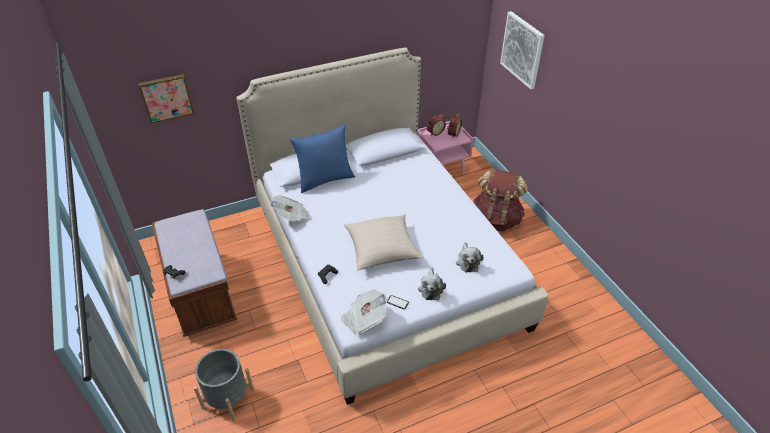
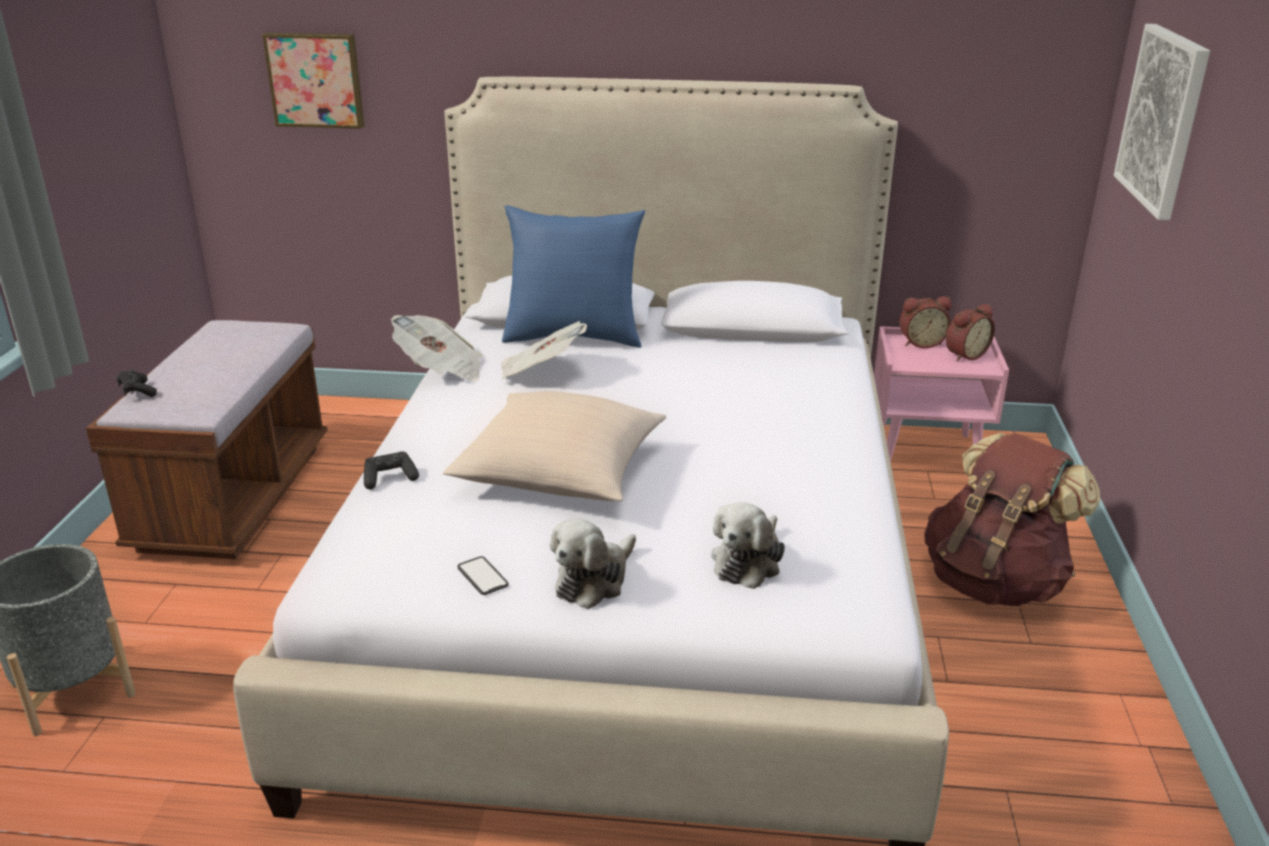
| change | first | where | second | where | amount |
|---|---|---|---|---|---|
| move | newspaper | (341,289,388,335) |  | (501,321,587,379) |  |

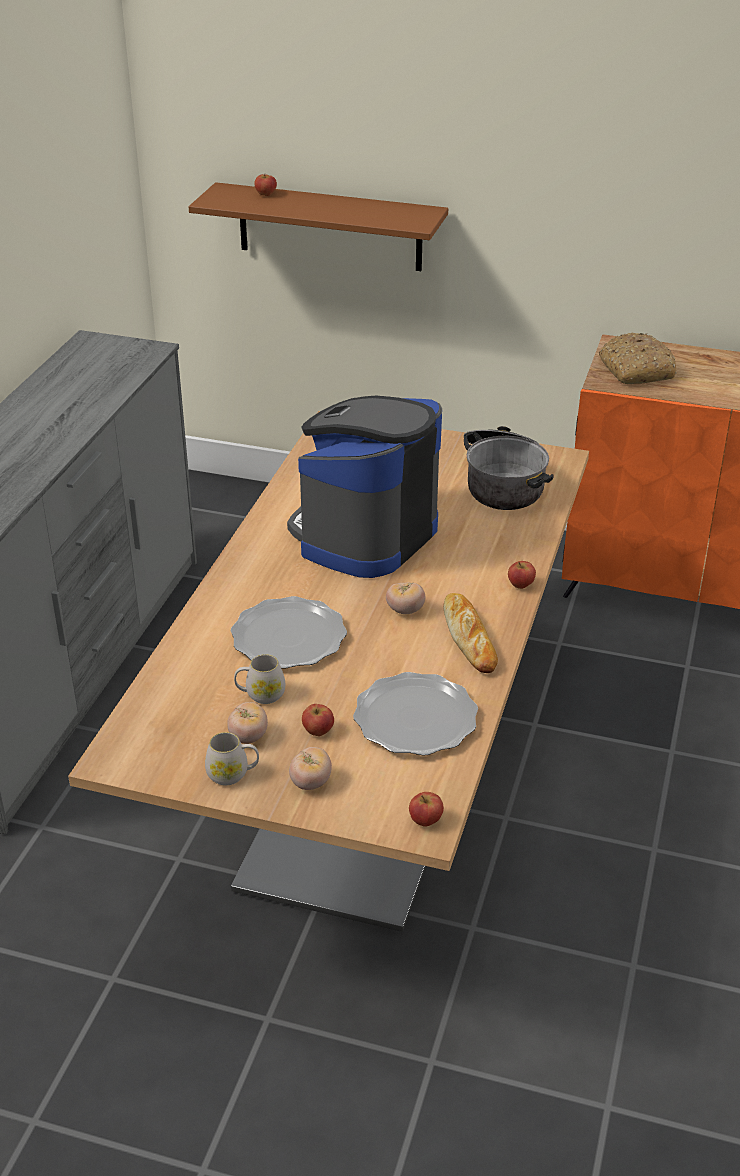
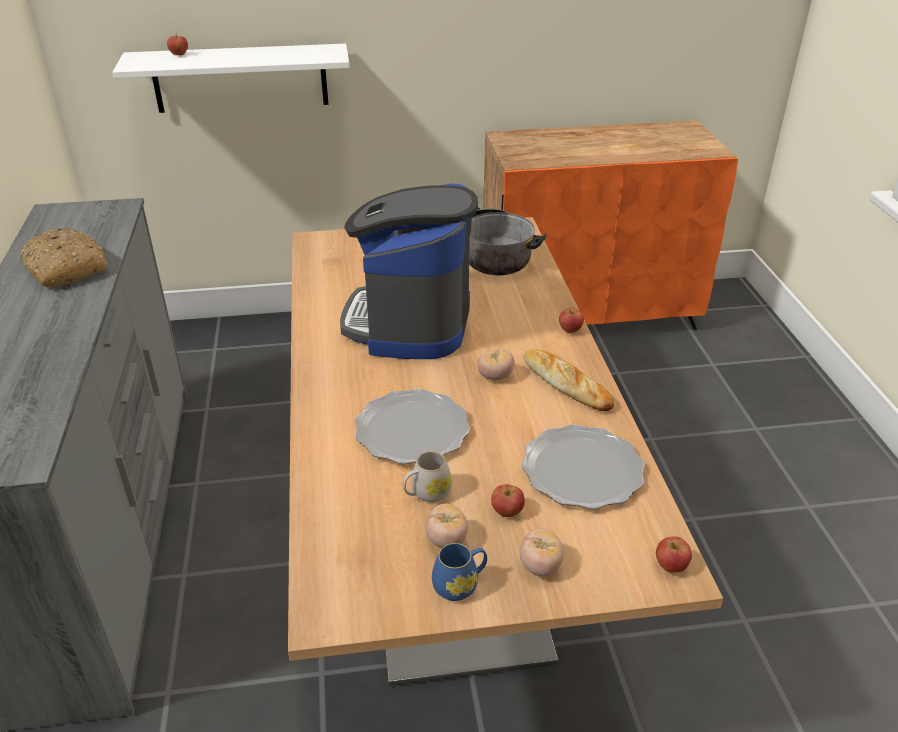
| change | first | where | second | where | amount |
|---|---|---|---|---|---|
| move | bakery_bread | (599,333,677,384) |  | (21,228,107,288) |  |
| recolor | brownish_bracket_shelf | (189,182,448,271) | white_bracket_shelf | (112,44,350,113) |  |
| recolor | white_coffee_mug | (205,732,259,785) | bluish_coffee_mug | (432,543,487,601) |  |

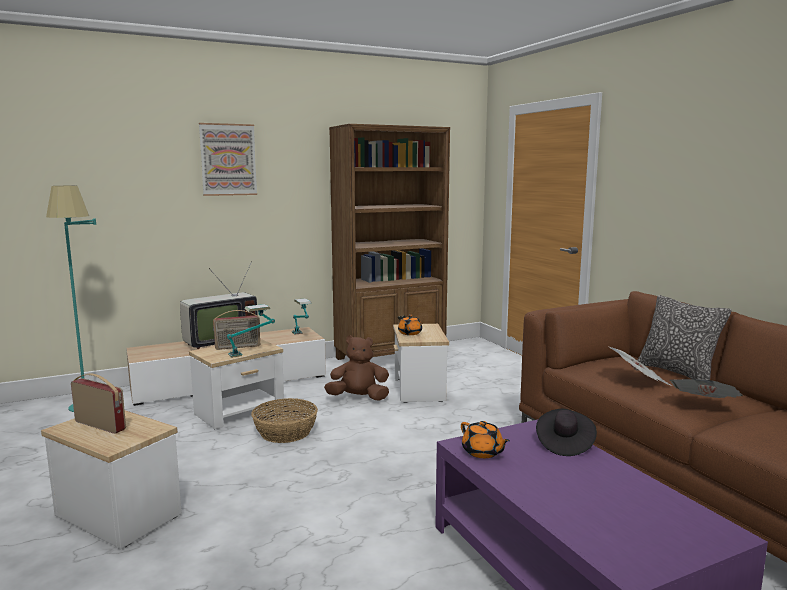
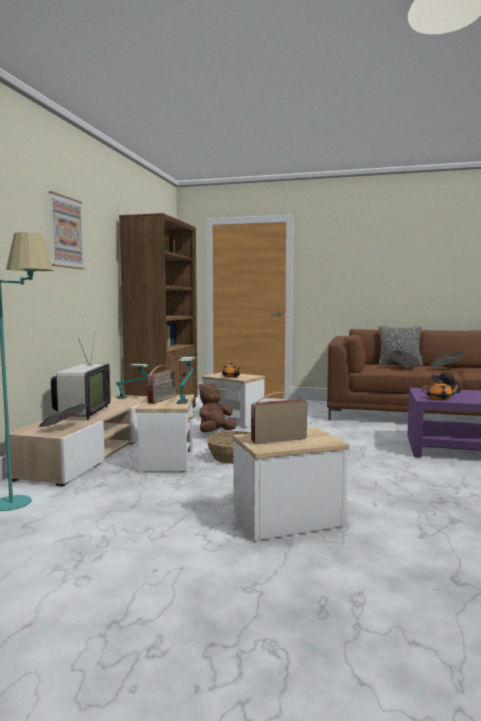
| change | first | where | second | where | amount |
|---|---|---|---|---|---|
| insert |  |  | newspaper | (38,403,87,428) |  |

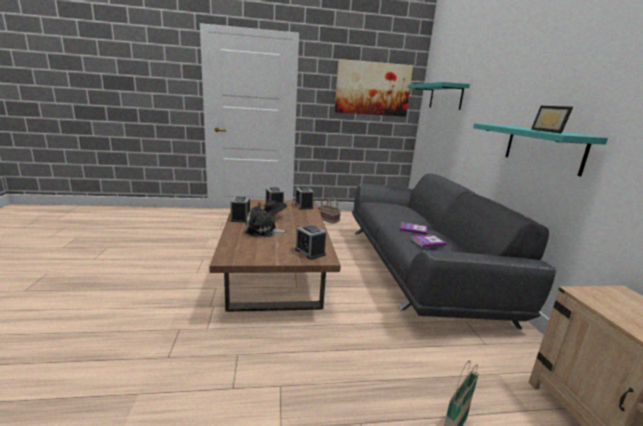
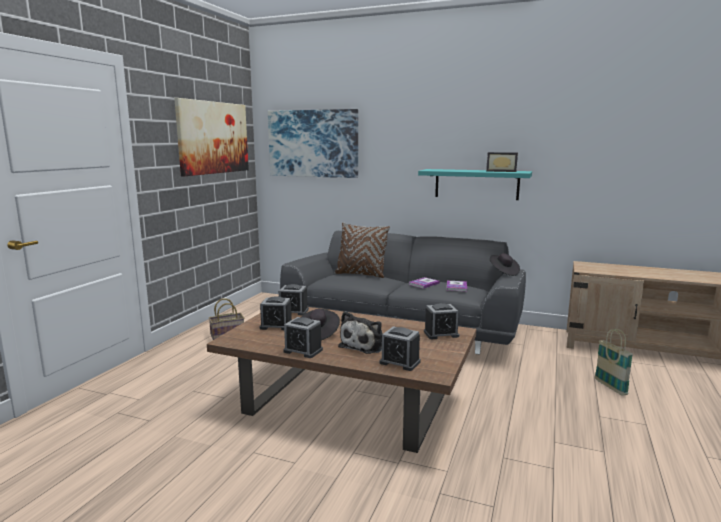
| change | first | where | second | where | amount |
|---|---|---|---|---|---|
| insert |  |  | brownish_pillow | (335,222,390,278) |  |
| insert |  |  | bedside_clock | (380,326,421,371) |  |
| insert |  |  | black-coloured_clothing_hat | (490,253,520,276) |  |
| replace | turquoise_bracket_shelf | (408,82,470,110) | wall_picture | (268,109,358,178) |  |

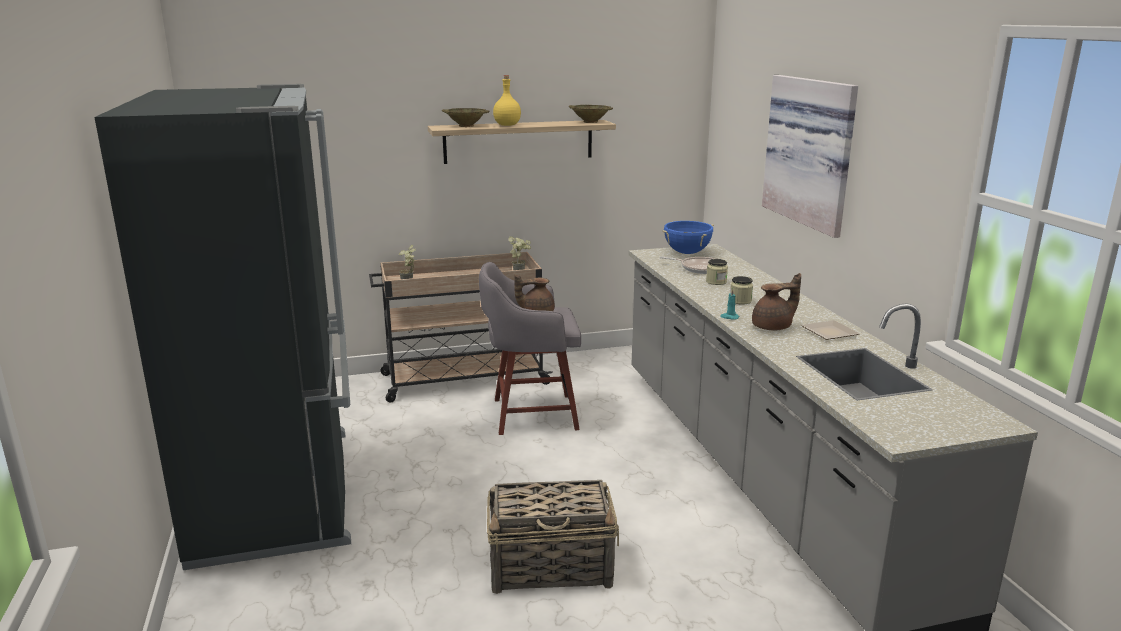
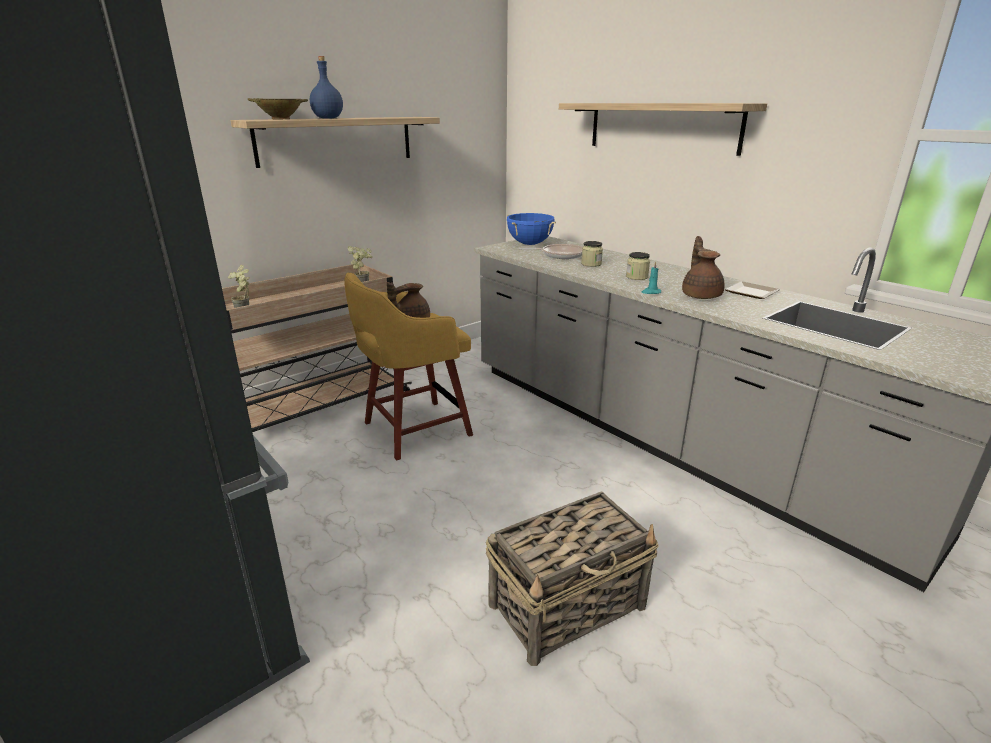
| change | first | where | second | where | amount |
|---|---|---|---|---|---|
| delete | beige_serving_bowl | (569,105,613,123) |  |  |  |
| replace | wall_picture | (762,75,858,238) | bracket_shelf | (559,103,767,156) |  |
| recolor | gray_stool_seat | (479,262,581,435) | yellow_stool_seat | (344,273,473,461) |  |
| recolor | yellow_drink_bottle | (493,75,521,126) | bluish_drink_bottle | (310,56,343,119) |  |
| rotate | brownish_teapot | (752,273,801,330) |  | (682,236,725,299) | 45 degrees counterclockwise |

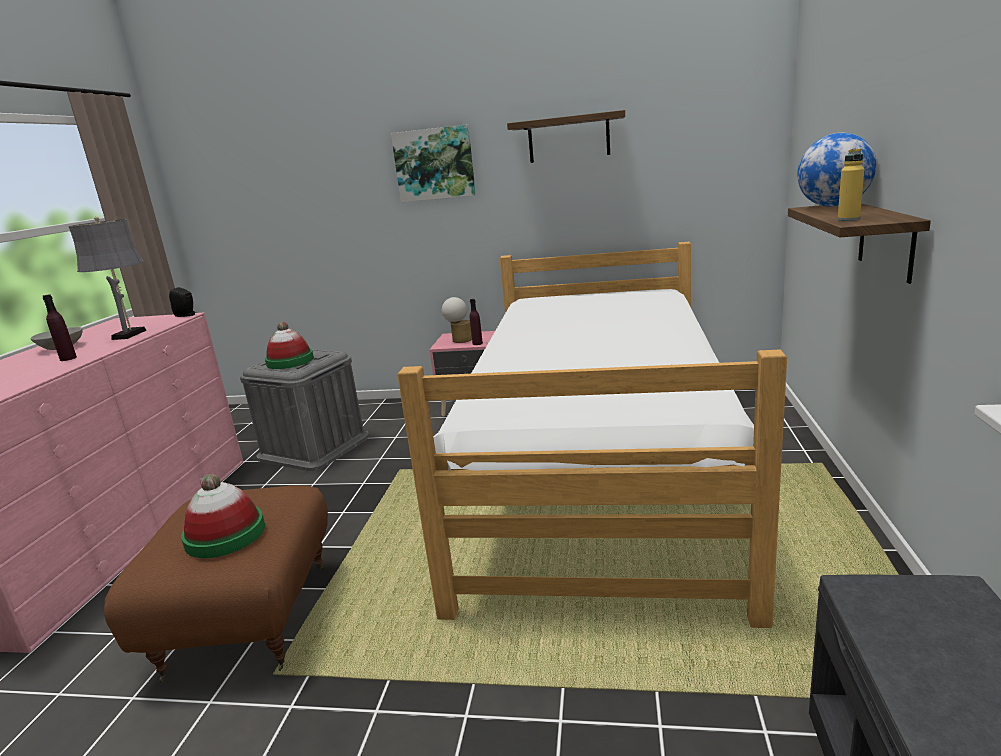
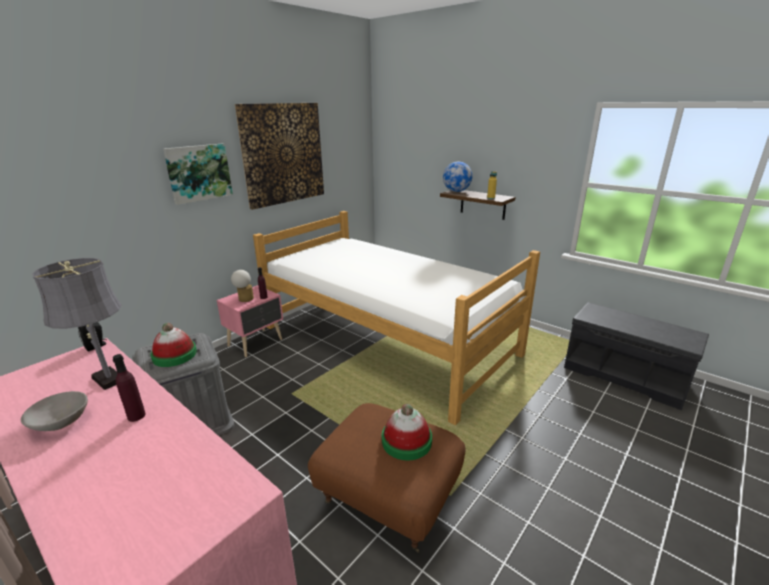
| change | first | where | second | where | amount |
|---|---|---|---|---|---|
| replace | bracket_shelf | (507,110,625,163) | wall_picture | (235,103,324,210) |  |

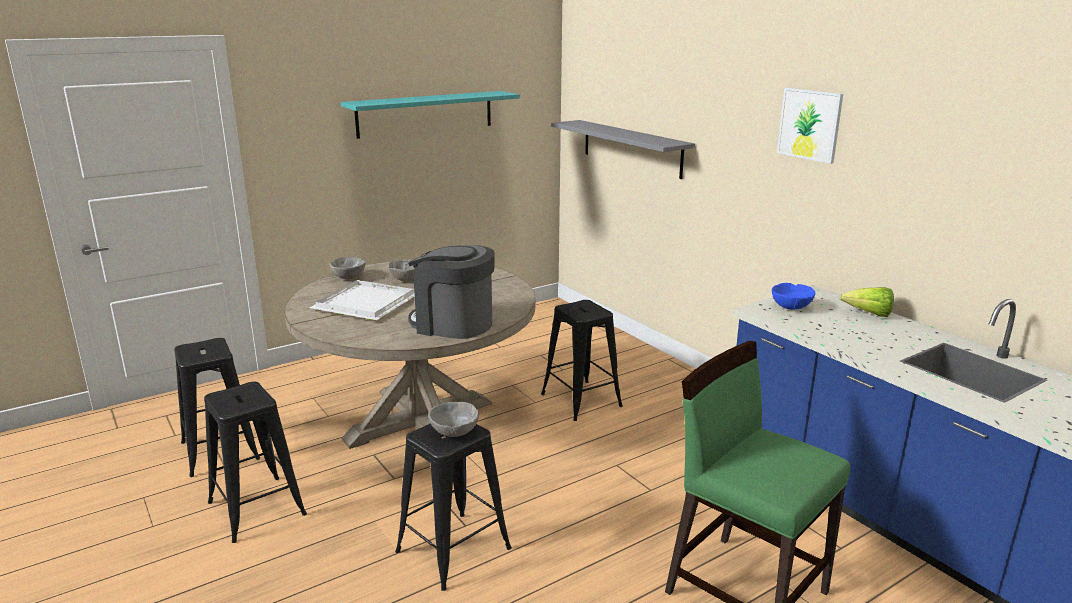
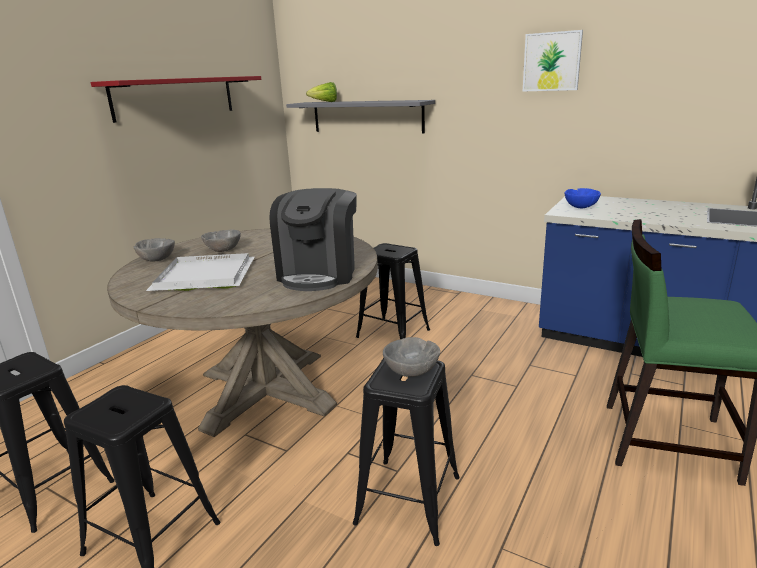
| change | first | where | second | where | amount |
|---|---|---|---|---|---|
| move | lettuce | (840,287,894,317) |  | (306,82,337,102) |  |
| recolor | turquoise_bracket_shelf | (340,91,520,139) | red-coloured_bracket_shelf | (91,76,261,123) |  |
| rotate | coffee_machine | (408,245,495,339) |  | (269,188,357,291) | 75 degrees counterclockwise |

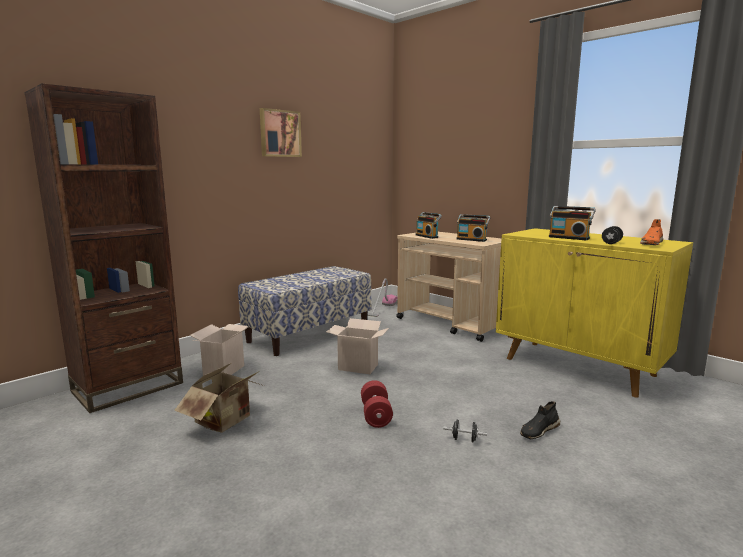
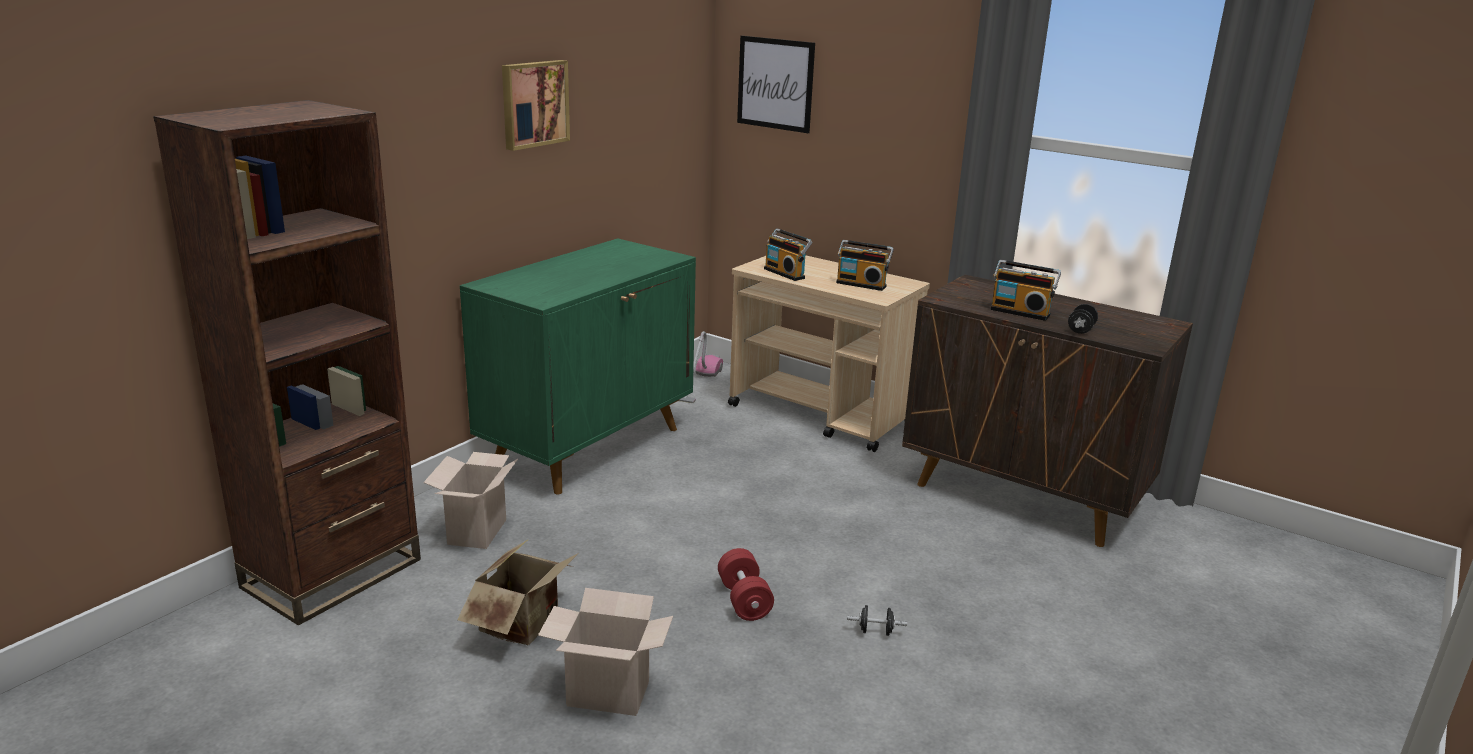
| change | first | where | second | where | amount |
|---|---|---|---|---|---|
| delete | black-coloured_shoe | (520,401,560,439) |  |  |  |
| delete | orange_shoe | (640,219,663,245) |  |  |  |
| insert |  |  | wall_picture | (737,36,815,133) |  |
| move | carton | (326,318,389,374) |  | (538,588,673,716) |  |
| replace | bench | (238,266,371,356) | greenish_cupboard | (460,238,696,494) |  |
| recolor | yellow_cupboard | (496,228,693,398) | brownish_cupboard | (902,275,1193,547) |  |

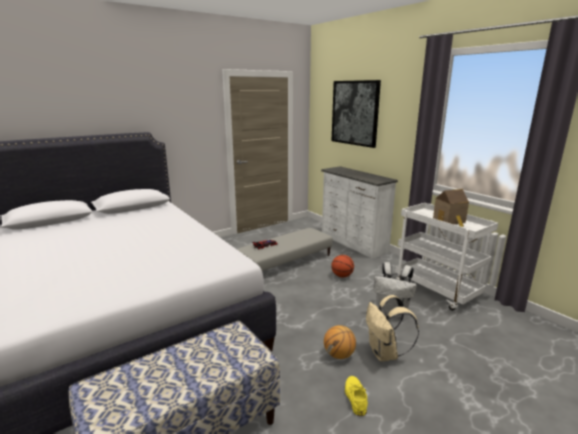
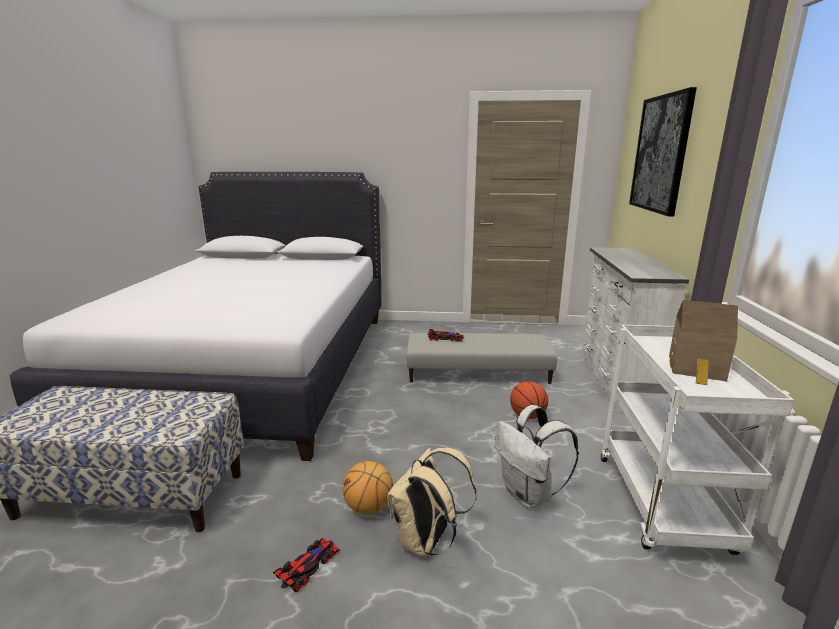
| change | first | where | second | where | amount |
|---|---|---|---|---|---|
| replace | yellow_shoe | (345,376,368,416) | miniature_car | (273,538,340,592) |  |

